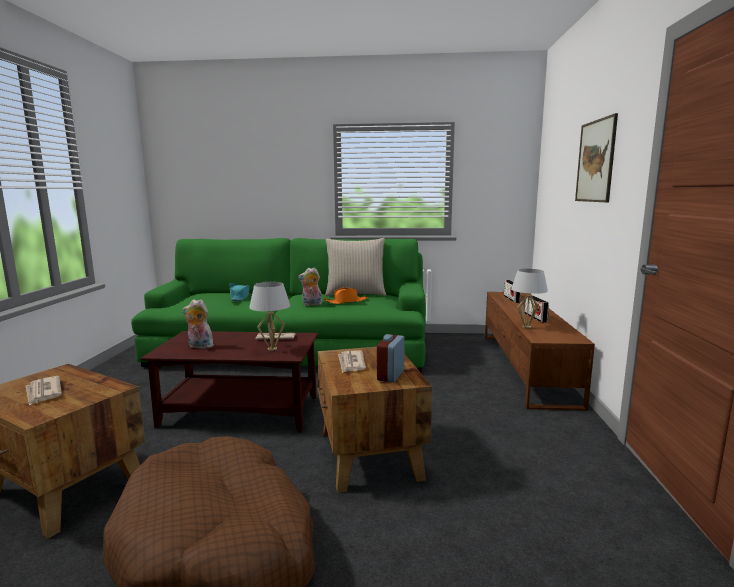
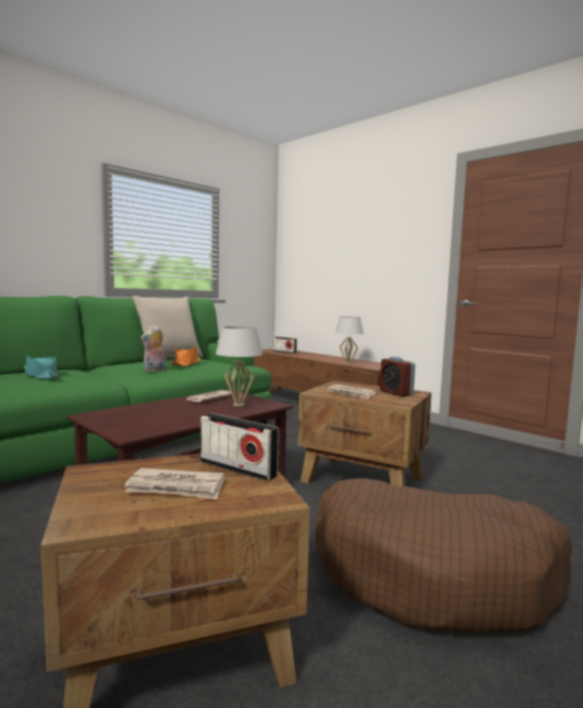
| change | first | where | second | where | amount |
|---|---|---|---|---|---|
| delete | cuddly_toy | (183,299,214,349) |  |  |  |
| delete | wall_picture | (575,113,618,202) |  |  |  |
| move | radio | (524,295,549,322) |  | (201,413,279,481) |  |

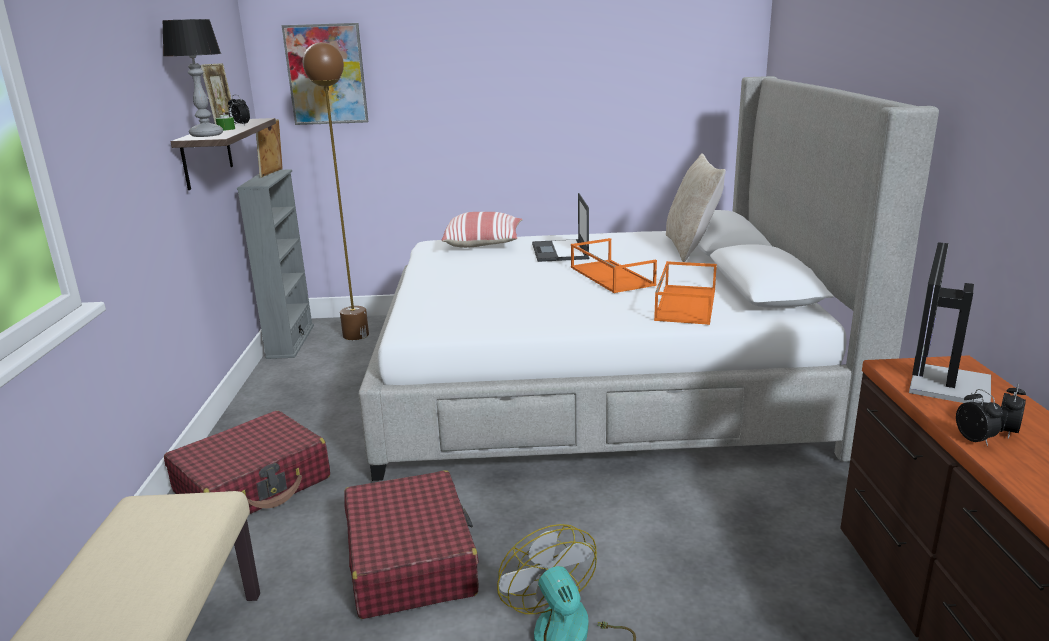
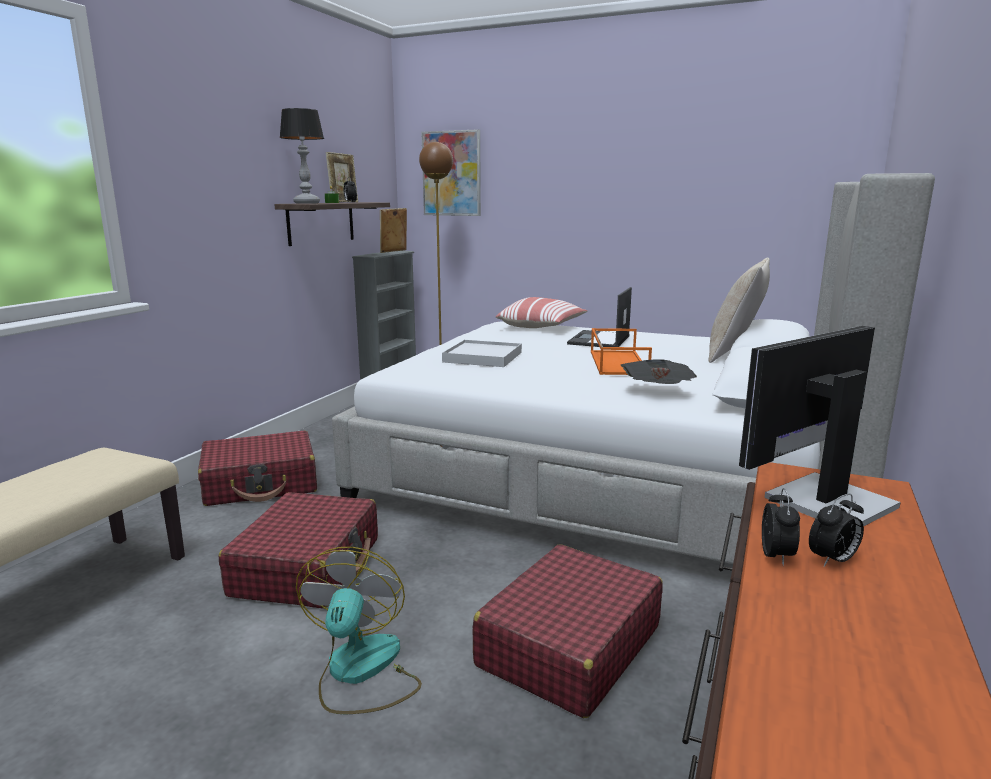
| change | first | where | second | where | amount |
|---|---|---|---|---|---|
| insert |  |  | white_tray | (442,340,522,367) |  |
| insert |  |  | red-coloured_suitcase | (472,544,663,718) |  |
| replace | orange_tray | (654,261,717,325) | newspaper | (620,359,697,384) |  |

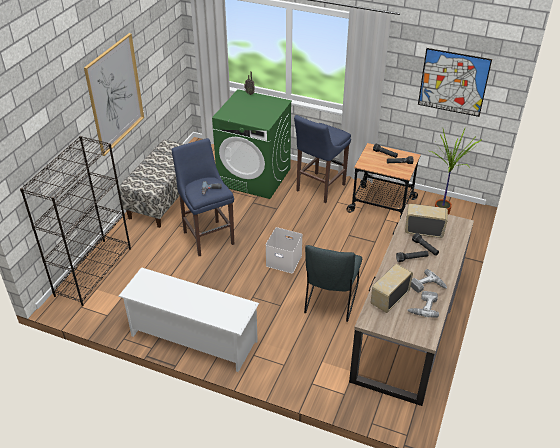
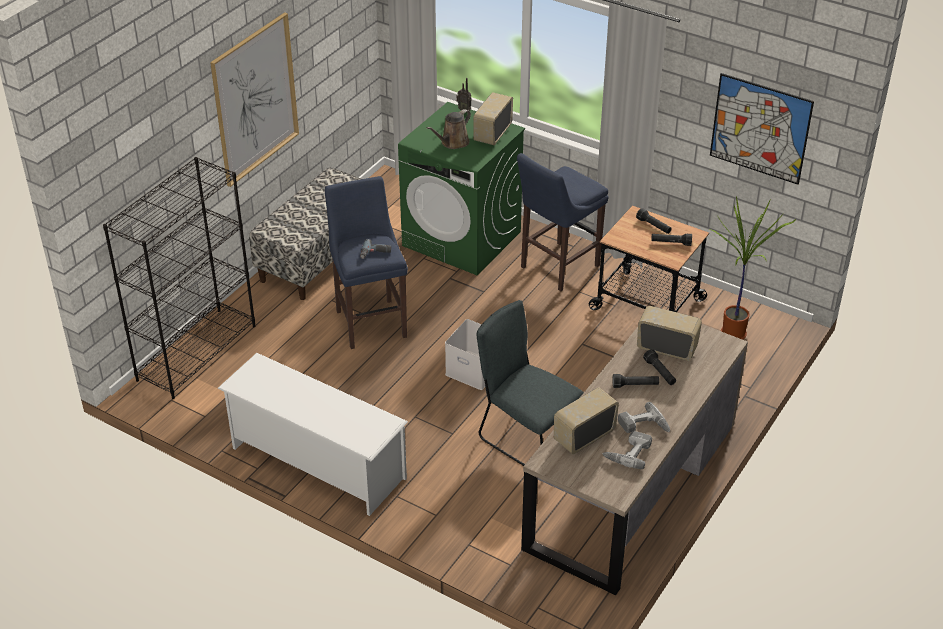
| change | first | where | second | where | amount |
|---|---|---|---|---|---|
| insert |  |  | brownish_watering_pot | (426,109,471,149) |  |
| insert |  |  | radio | (473,92,513,145) |  |
| rotate | gray_plain_chair | (304,245,362,322) |  | (476,300,584,466) | 105 degrees clockwise |

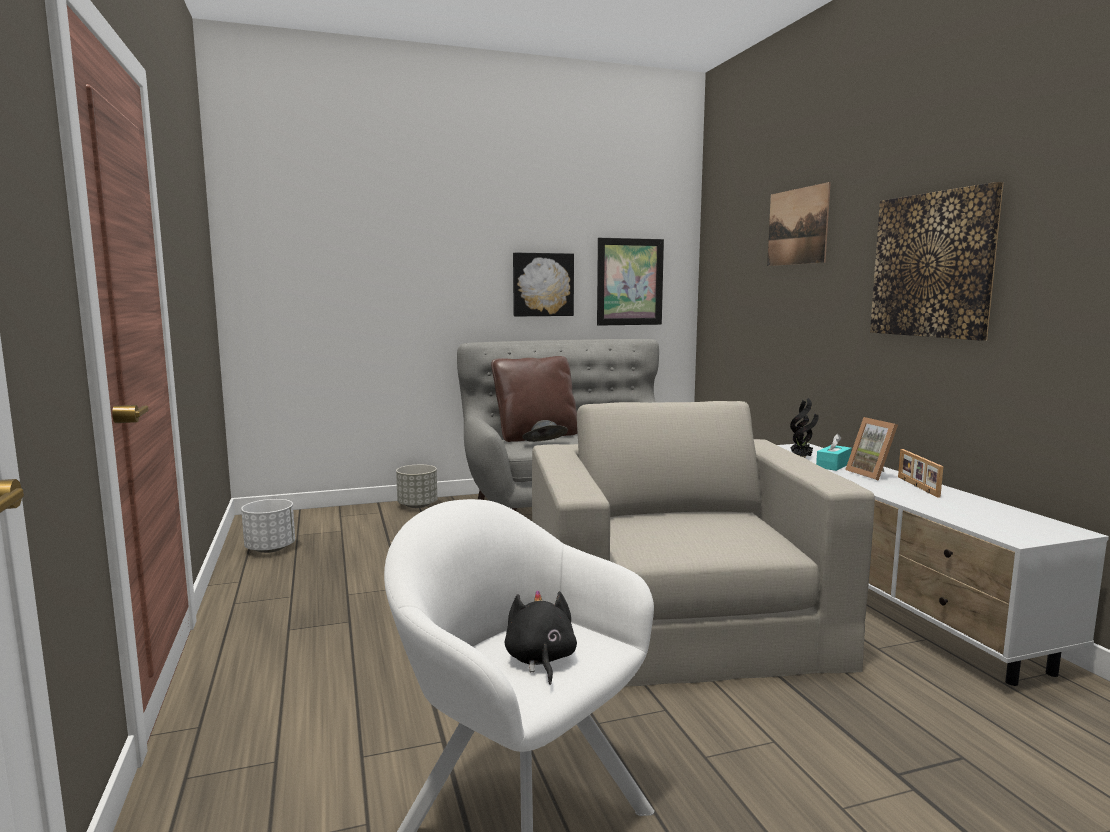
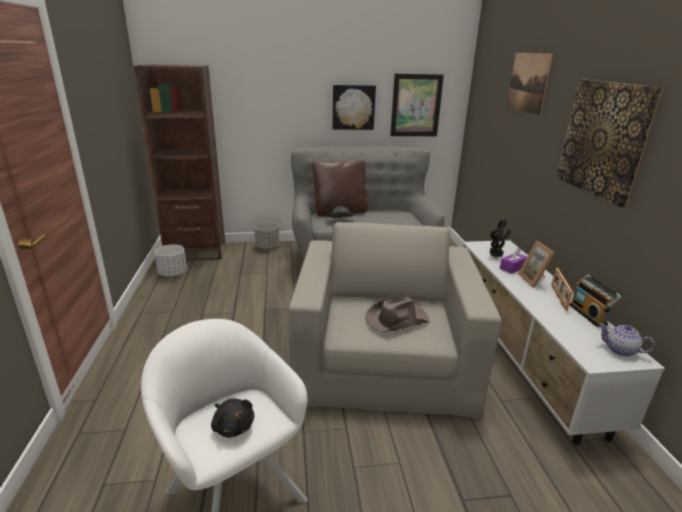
| change | first | where | second | where | amount |
|---|---|---|---|---|---|
| insert |  |  | brownish_shelving_unit | (134,64,225,260) |  |
| insert |  |  | brownish_clothing_hat | (365,297,430,332) |  |
| insert |  |  | radio | (570,274,622,327) |  |
| insert |  |  | teapot | (599,323,655,357) |  |
| recolor | turquoise_box_of_tissues | (816,434,851,471) | purple-coloured_box_of_tissues | (500,248,527,274) |  |
| rotate | black-coloured_cuddly_toy | (505,590,577,685) |  | (211,399,254,438) | 135 degrees clockwise |

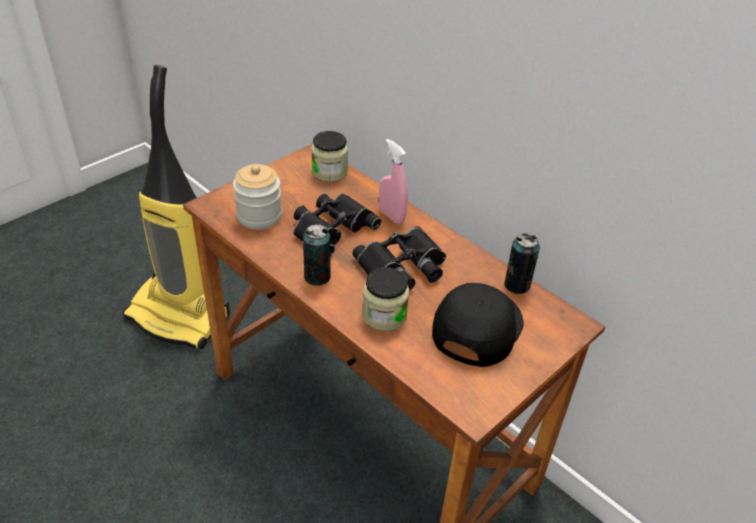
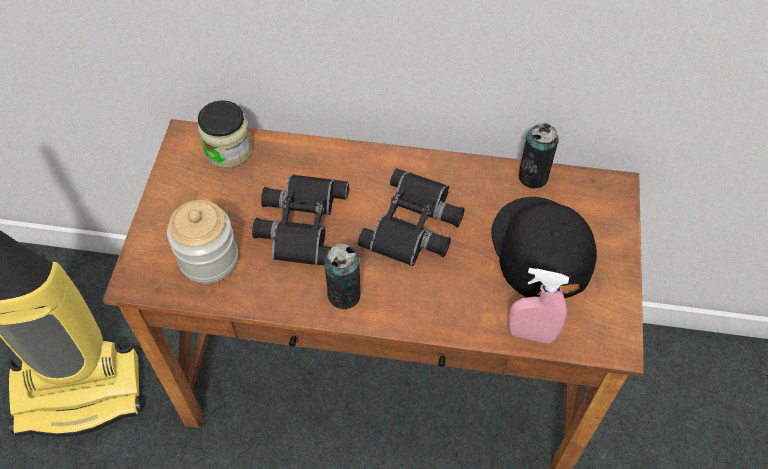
| change | first | where | second | where | amount |
|---|---|---|---|---|---|
| delete | storage_jar | (362,267,409,331) |  |  |  |
| move | pink_spray_bottle | (379,139,408,224) |  | (508,268,569,344) |  |

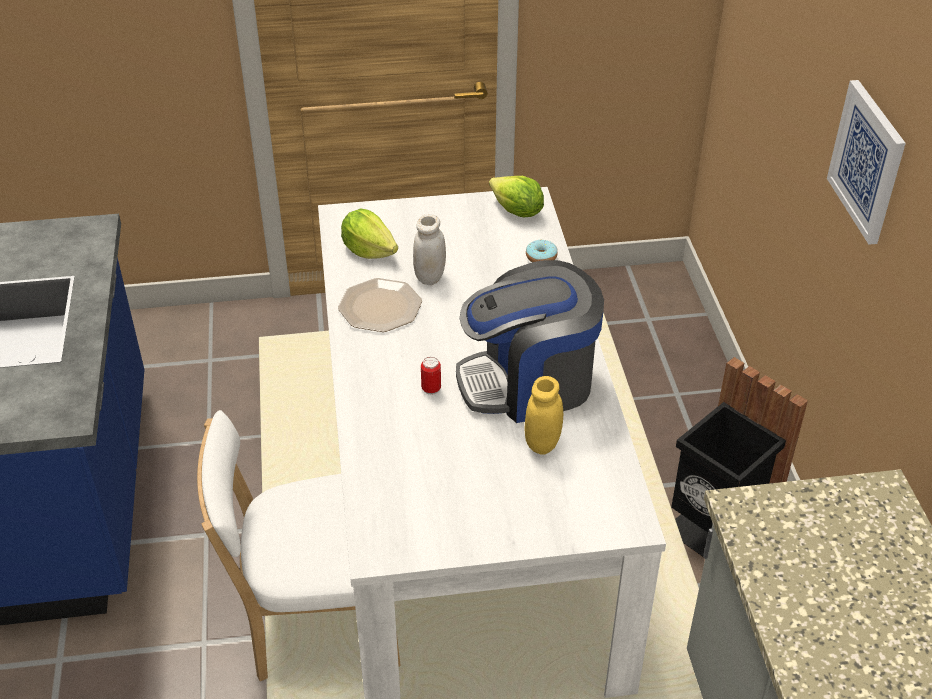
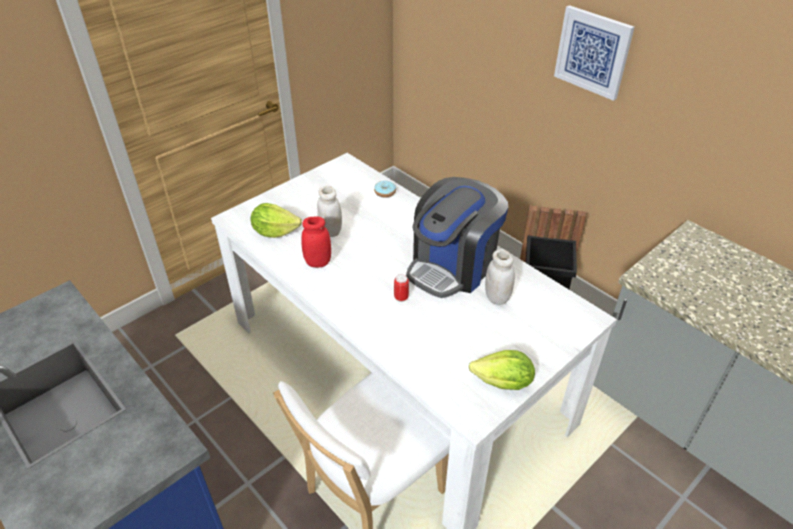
| change | first | where | second | where | amount |
|---|---|---|---|---|---|
| move | lettuce | (489,176,544,217) |  | (469,350,535,390) |  |
| replace | dinner_plate | (338,278,422,332) | red-coloured_storage_jar | (302,216,331,268) |  |
| recolor | yellow_storage_jar | (524,376,563,455) | white_storage_jar | (485,249,515,305) |  |

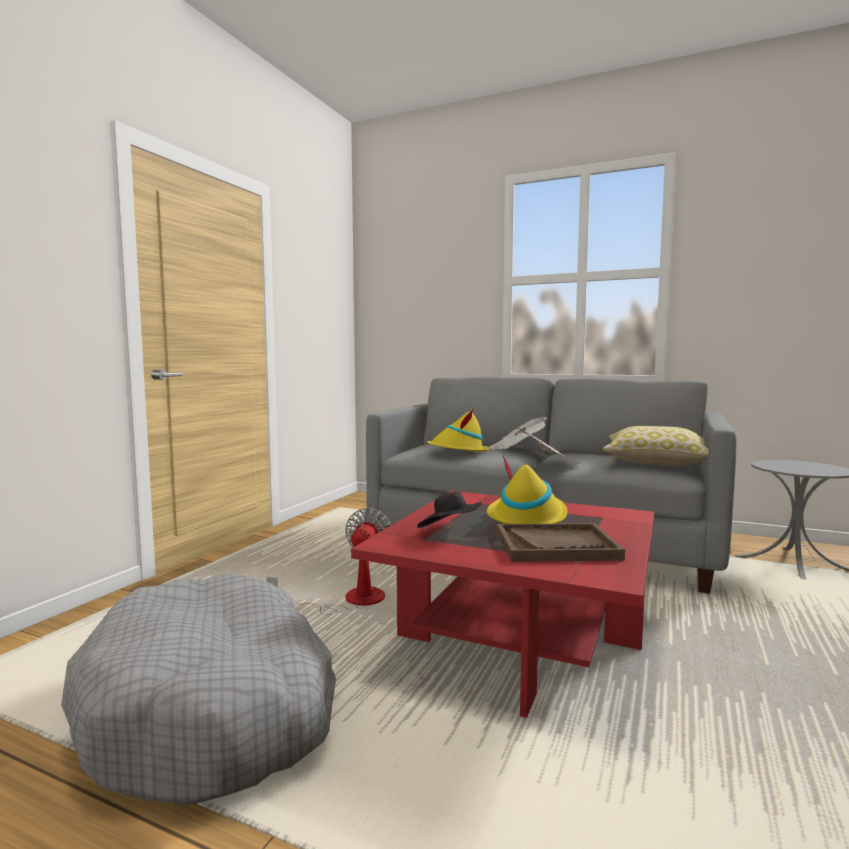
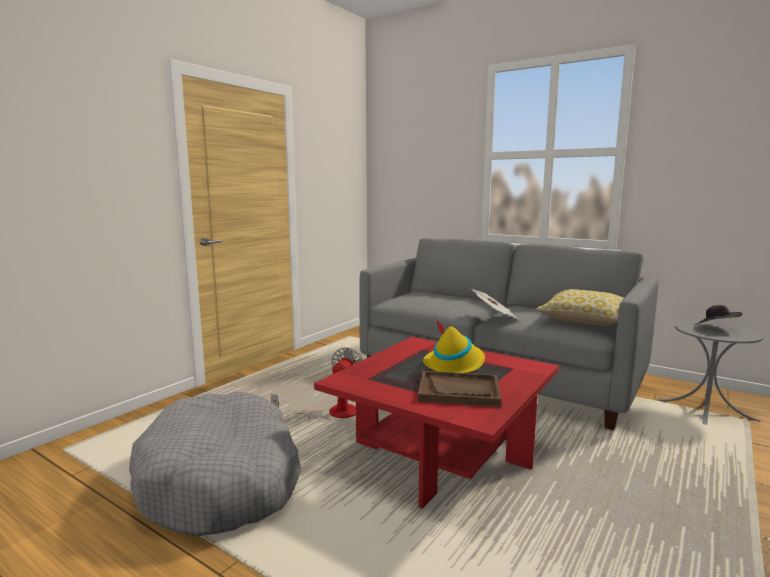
| change | first | where | second | where | amount |
|---|---|---|---|---|---|
| delete | yellow_clothing_hat | (427,409,489,452) |  |  |  |
| delete | newspaper | (489,417,547,450) |  |  |  |
| move | black-coloured_clothing_hat | (417,492,482,528) |  | (695,305,743,325) |  |

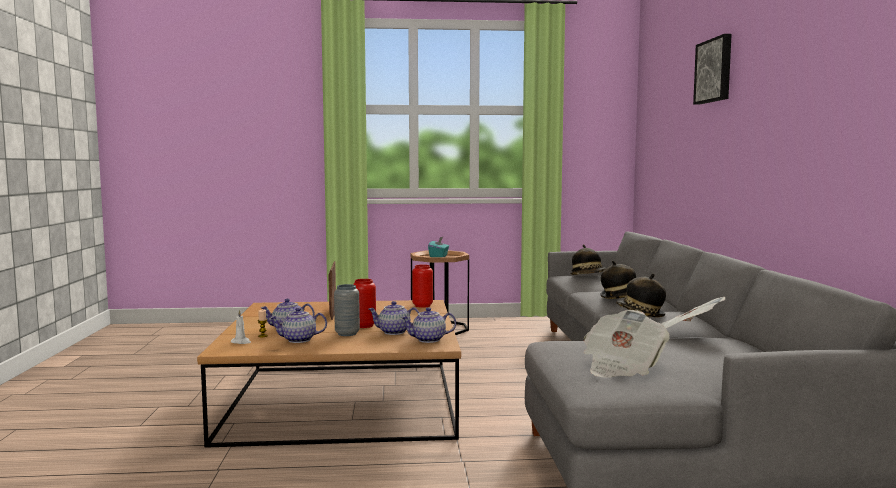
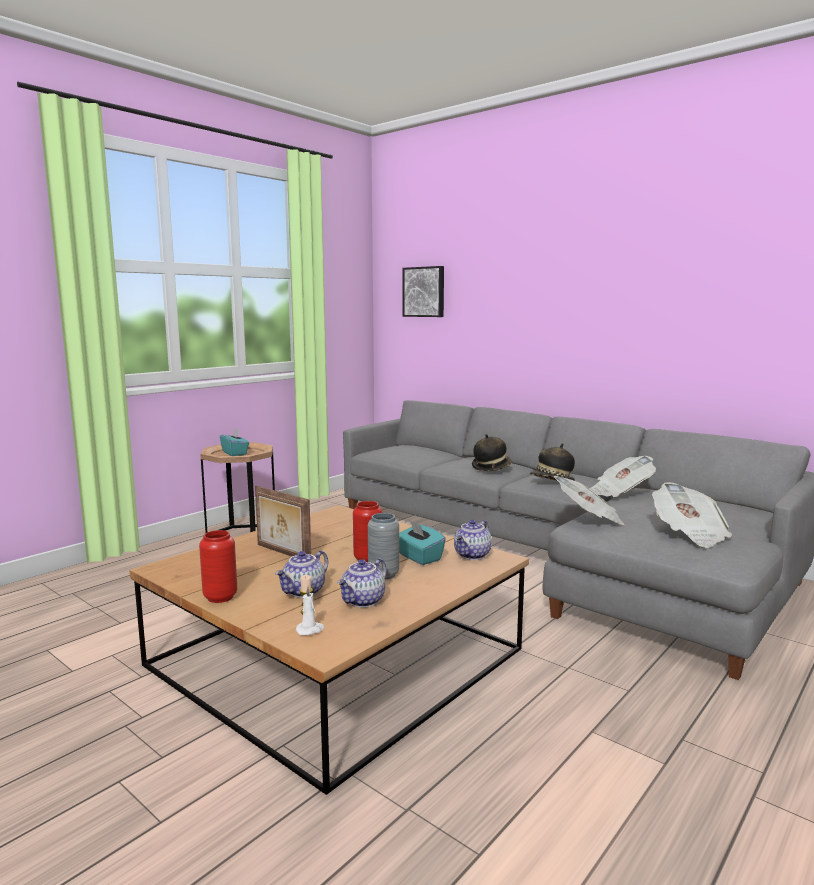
| change | first | where | second | where | amount |
|---|---|---|---|---|---|
| delete | clothing_hat | (570,244,606,275) |  |  |  |
| insert |  |  | newspaper | (554,476,624,525) |  |
| move | red-coloured_flower_vase | (412,265,433,308) |  | (199,530,237,603) |  |
| move | wall_picture | (693,34,732,105) |  | (402,266,444,317) |  |
| replace | teapot | (368,301,420,335) | turquoise_box_of_tissues | (399,521,446,565) |  |

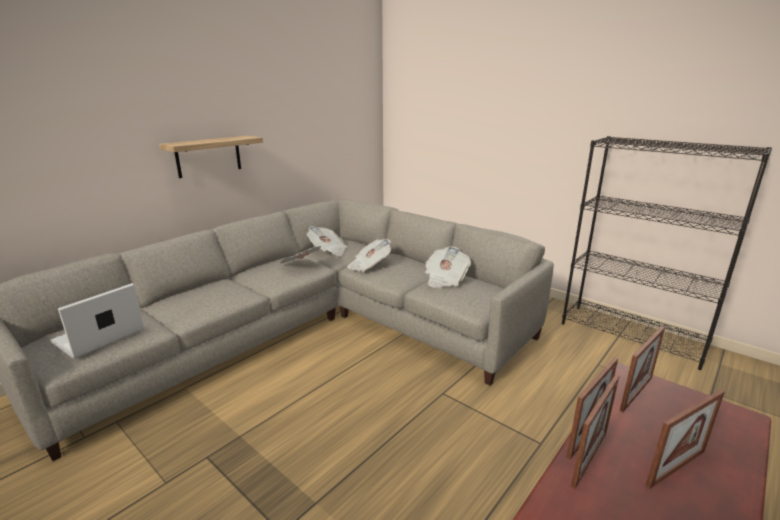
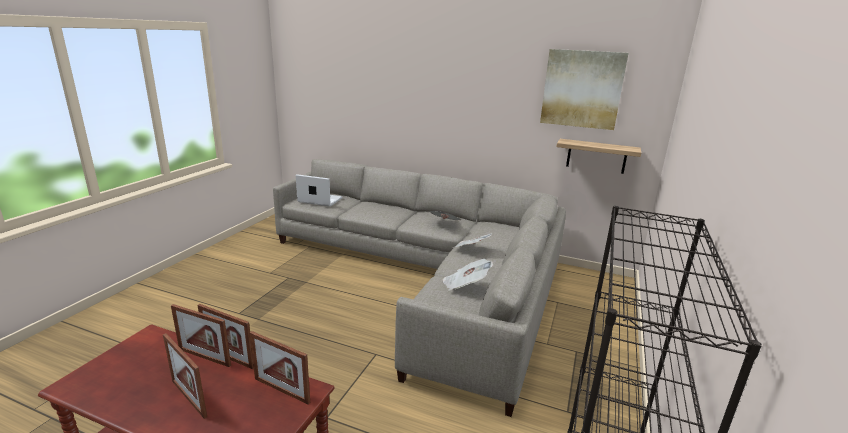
| change | first | where | second | where | amount |
|---|---|---|---|---|---|
| delete | newspaper | (307,226,347,256) |  |  |  |
| insert |  |  | wall_picture | (540,49,629,130) |  |
| move | bracket_shelf | (159,136,263,178) |  | (556,139,641,174) |  |

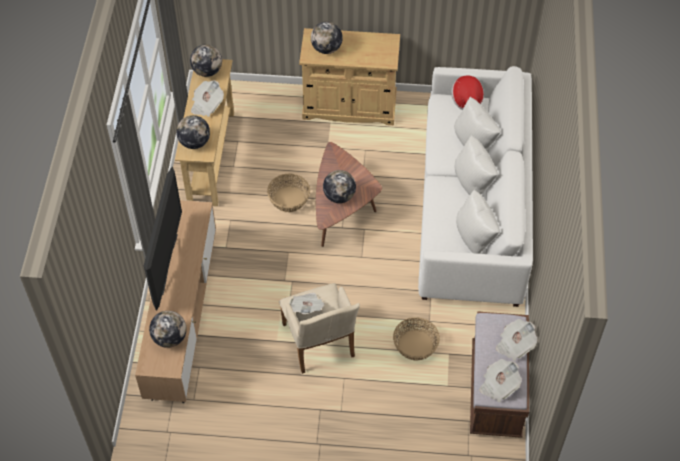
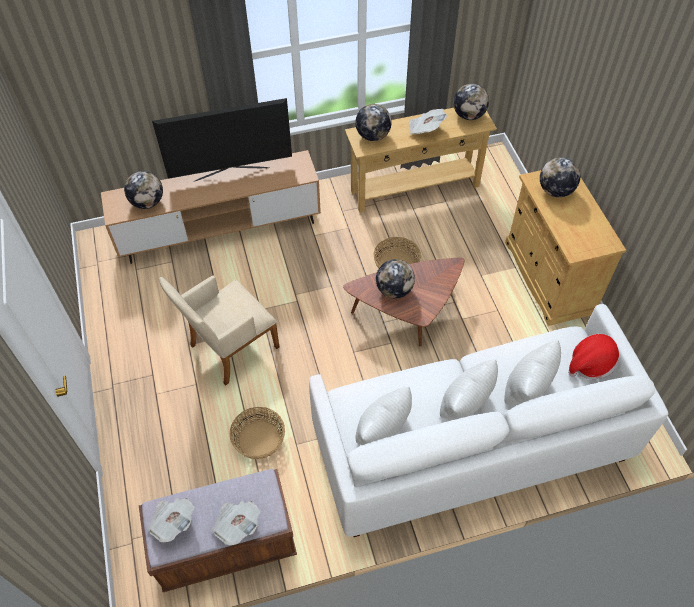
| change | first | where | second | where | amount |
|---|---|---|---|---|---|
| delete | newspaper | (289,292,325,314) |  |  |  |

